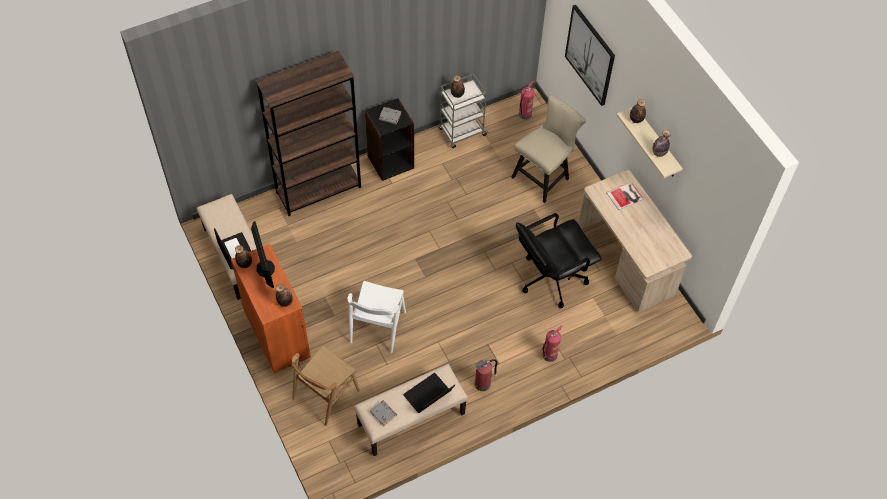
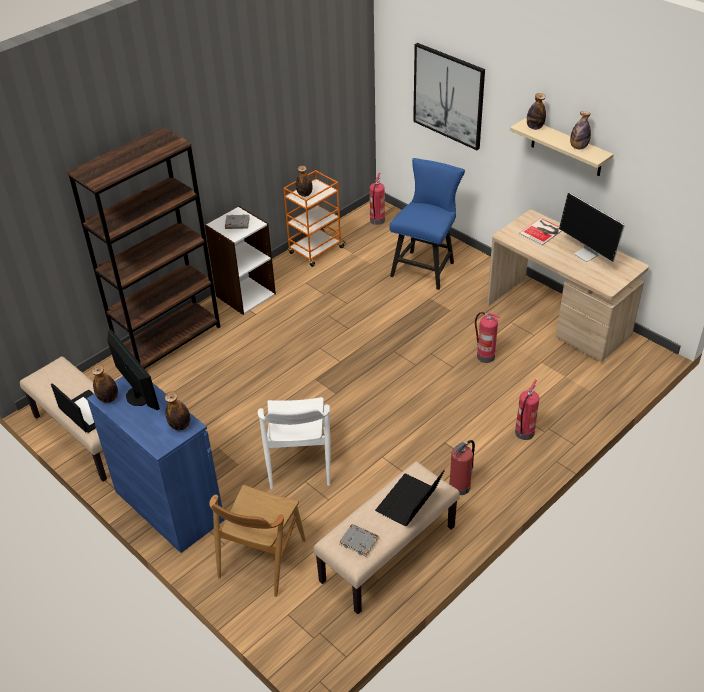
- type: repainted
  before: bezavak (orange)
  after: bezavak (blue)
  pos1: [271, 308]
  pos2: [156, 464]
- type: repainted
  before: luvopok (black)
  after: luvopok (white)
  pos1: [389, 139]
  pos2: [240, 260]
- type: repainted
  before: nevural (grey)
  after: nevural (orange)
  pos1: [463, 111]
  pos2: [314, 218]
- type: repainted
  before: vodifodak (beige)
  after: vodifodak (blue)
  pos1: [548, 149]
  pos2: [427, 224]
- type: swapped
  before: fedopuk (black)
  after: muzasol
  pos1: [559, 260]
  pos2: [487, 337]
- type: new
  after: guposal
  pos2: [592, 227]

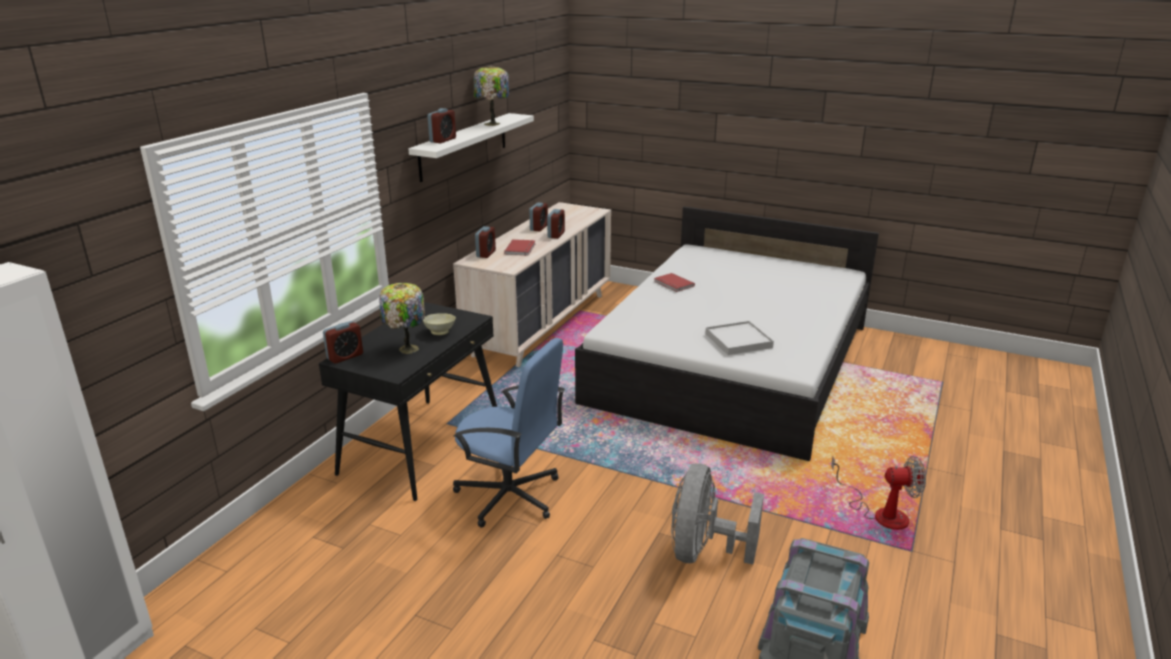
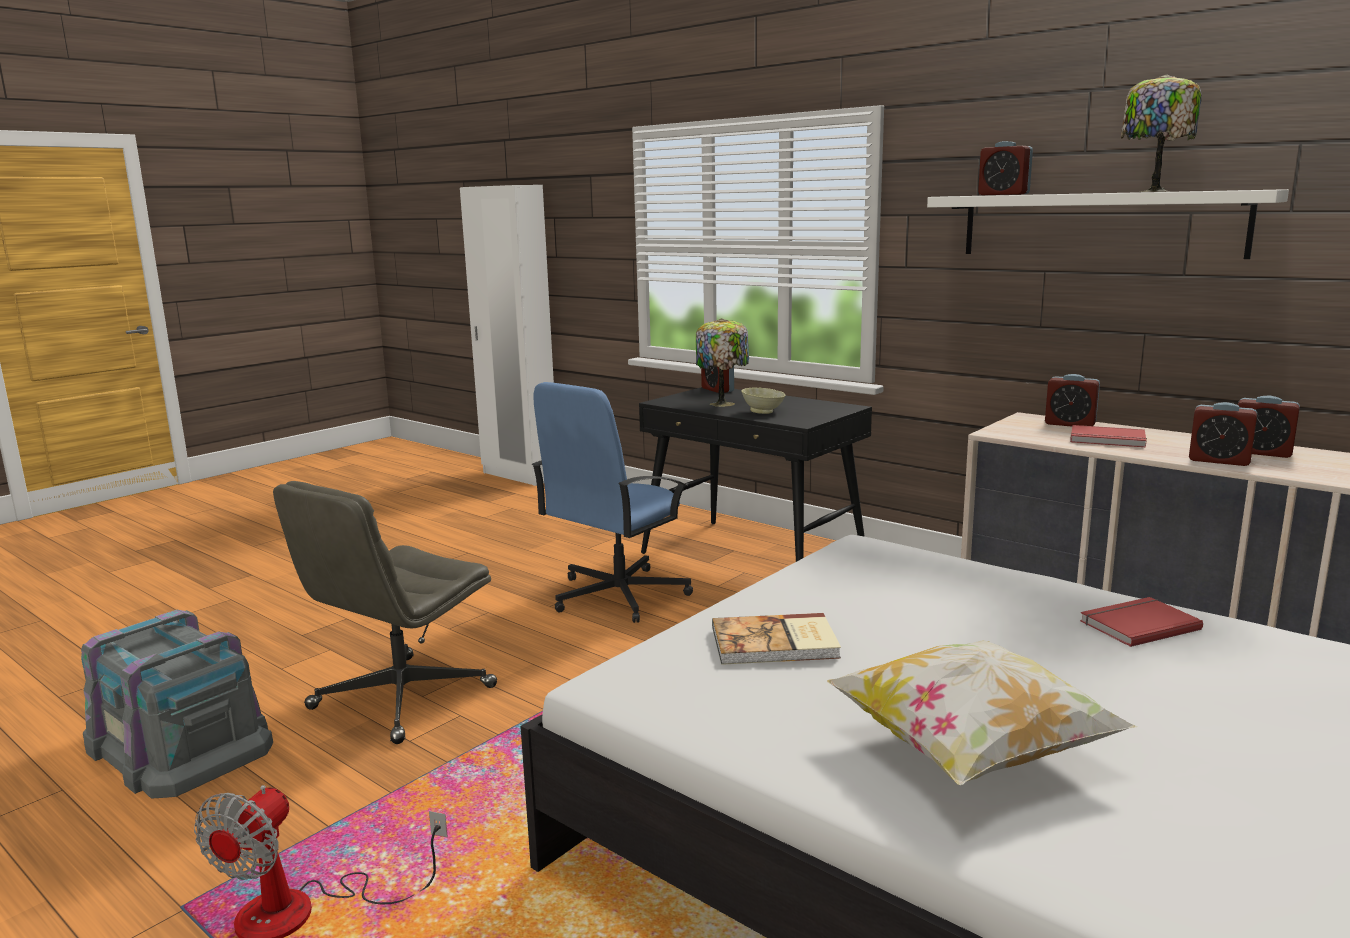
- type: swapped
  before: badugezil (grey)
  after: fedopuk (grey)
  pos1: [717, 513]
  pos2: [385, 612]
- type: swapped
  before: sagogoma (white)
  after: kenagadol
  pos1: [739, 338]
  pos2: [776, 639]
- type: new
  after: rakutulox
  pos2: [982, 712]

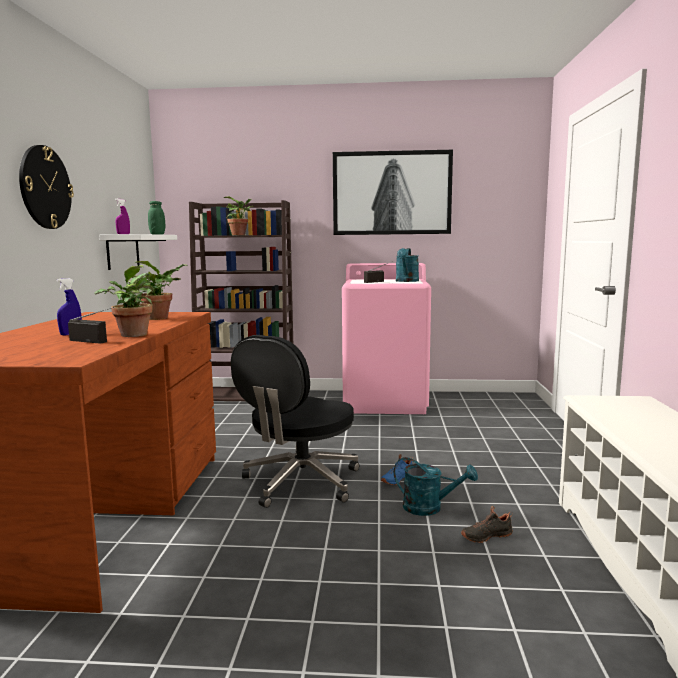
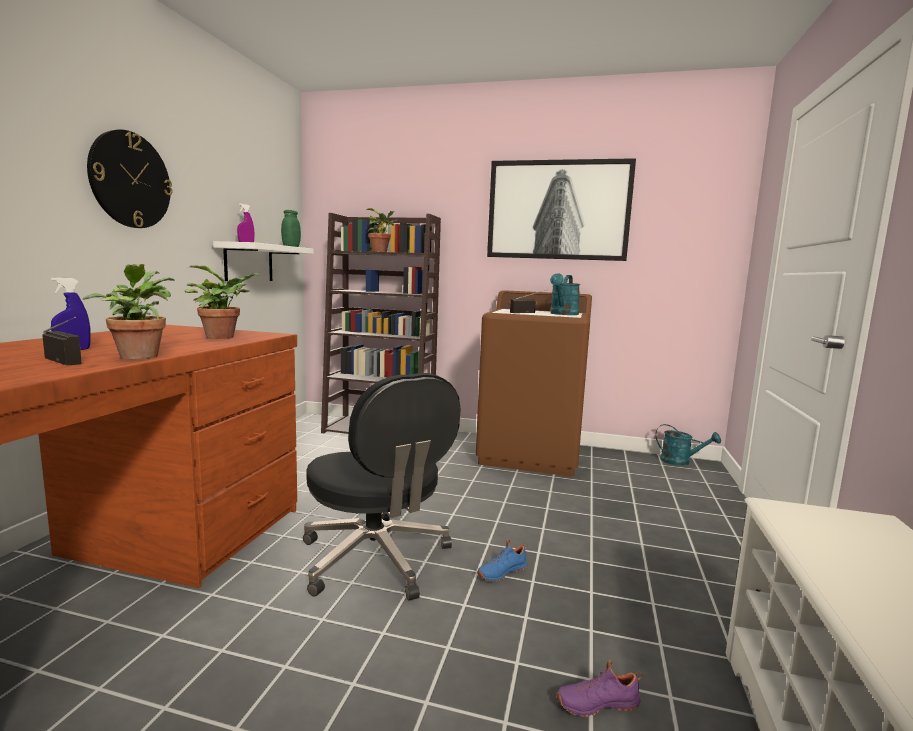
- type: rotated
  before: fedopuk (black)
  pos1: [295, 421]
  pos2: [382, 487]
  turn: -75
- type: repainted
  before: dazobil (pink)
  after: dazobil (brown)
  pos1: [386, 338]
  pos2: [534, 383]
- type: repainted
  before: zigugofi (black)
  after: zigugofi (purple)
  pos1: [487, 524]
  pos2: [599, 688]
- type: shifted
  before: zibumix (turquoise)
  pos1: [436, 486]
  pos2: [688, 445]

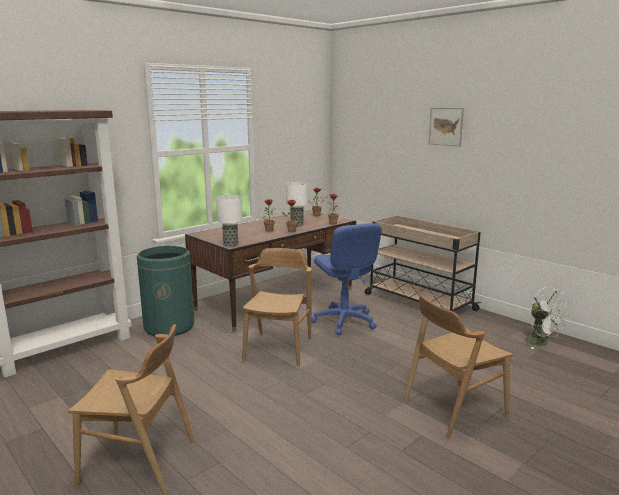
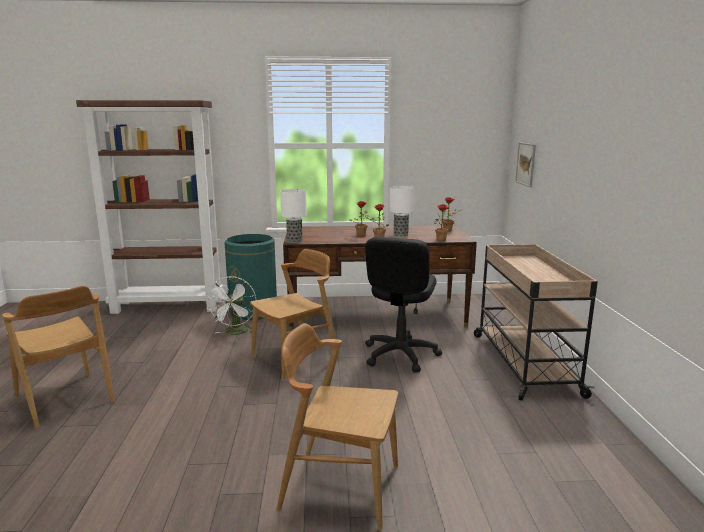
- type: shifted
  before: badugezil (white)
  pos1: [546, 318]
  pos2: [232, 305]
- type: repainted
  before: fedopuk (blue)
  after: fedopuk (black)
  pos1: [346, 279]
  pos2: [403, 305]
- type: shifted
  before: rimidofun
  pos1: [446, 127]
  pos2: [525, 165]

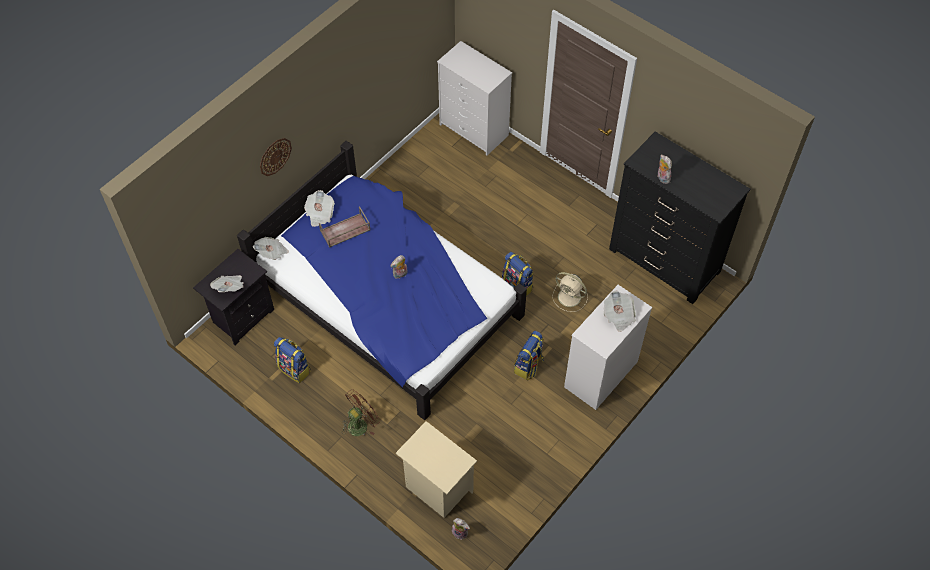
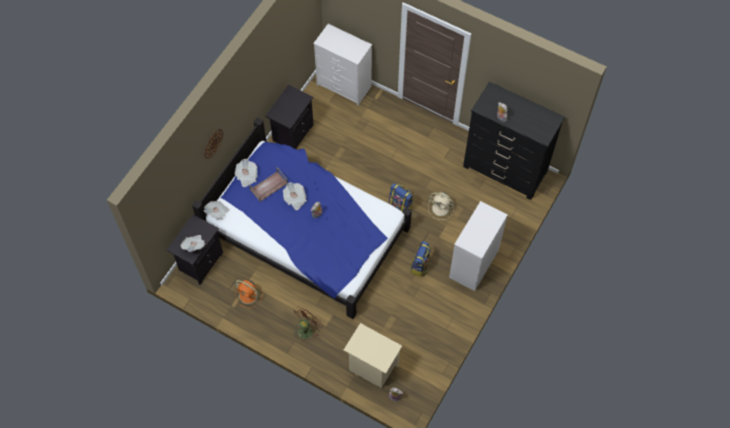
- type: swapped
  before: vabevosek
  after: badugezil (orange)
  pos1: [292, 360]
  pos2: [249, 294]
- type: new
  after: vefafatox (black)
  pos2: [289, 117]
- type: shifted
  before: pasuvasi
  pos1: [620, 311]
  pos2: [295, 196]

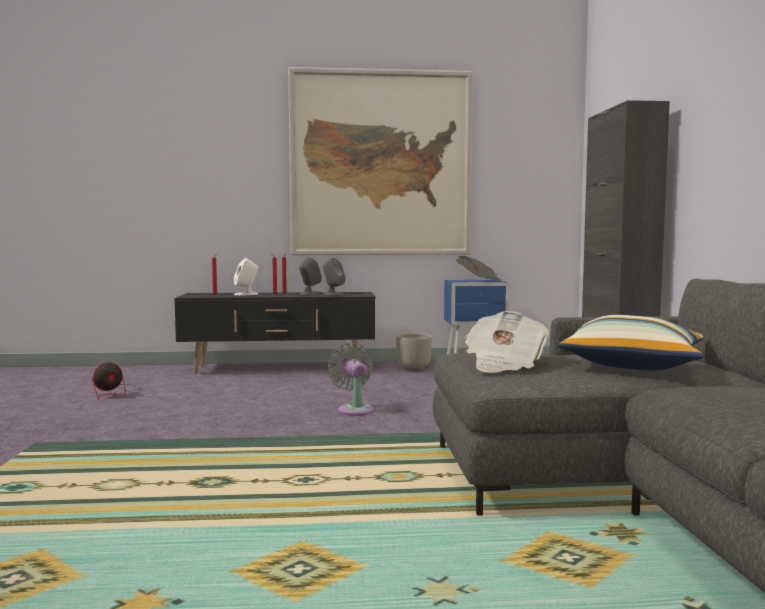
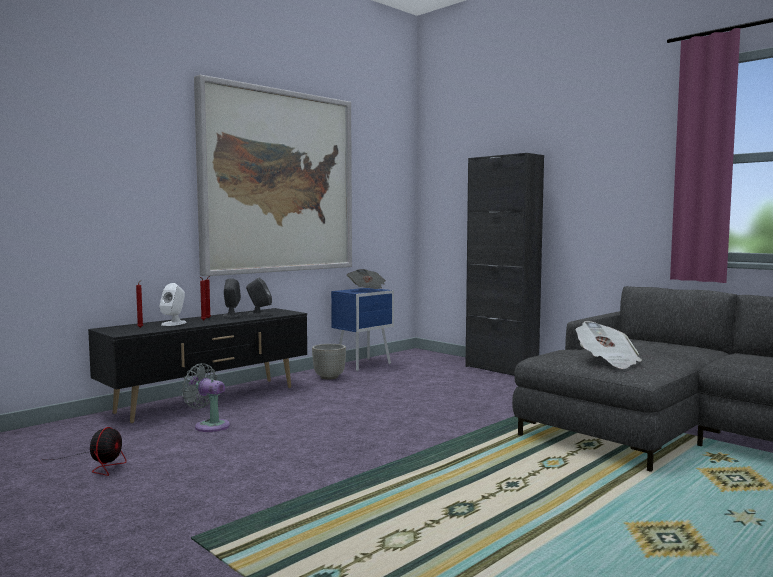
- type: shifted
  before: badugezil (grey)
  pos1: [351, 379]
  pos2: [205, 397]
- type: gone
  before: rakutulox
  pos1: [631, 343]

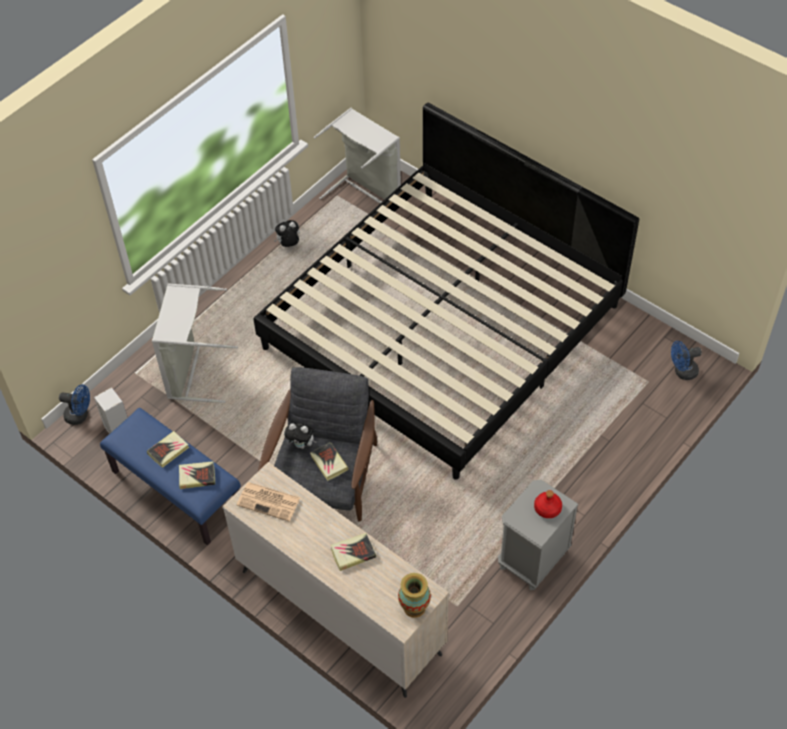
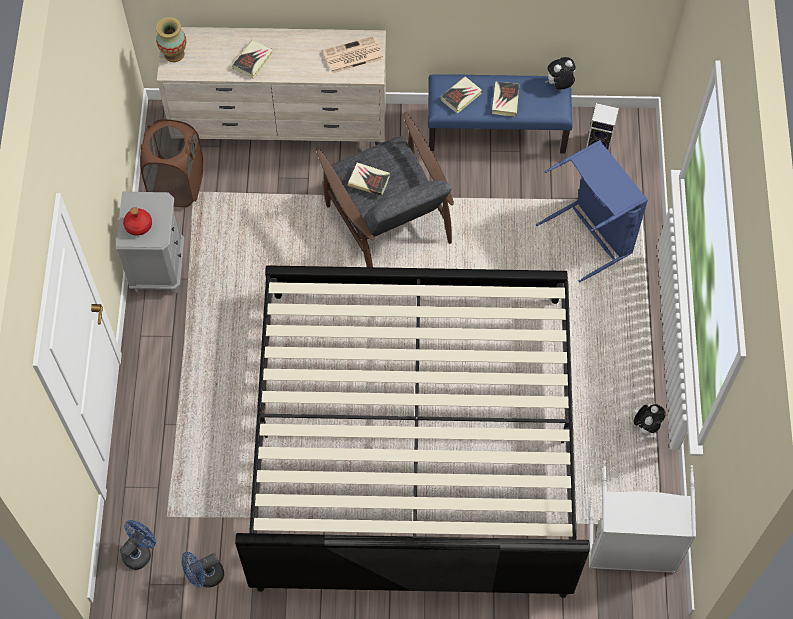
- type: new
  after: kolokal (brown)
  pos2: [171, 163]
- type: shifted
  before: badugezil (blue)
  pos1: [74, 404]
  pos2: [203, 570]
- type: repainted
  before: kolokal (grey)
  after: kolokal (blue)
  pos1: [195, 343]
  pos2: [592, 211]
- type: shifted
  before: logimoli
  pos1: [300, 436]
  pos2: [560, 73]

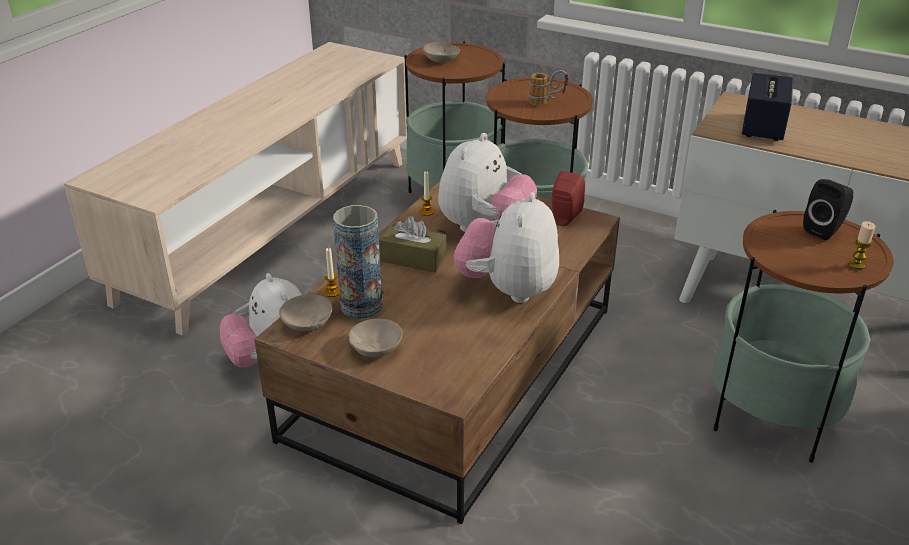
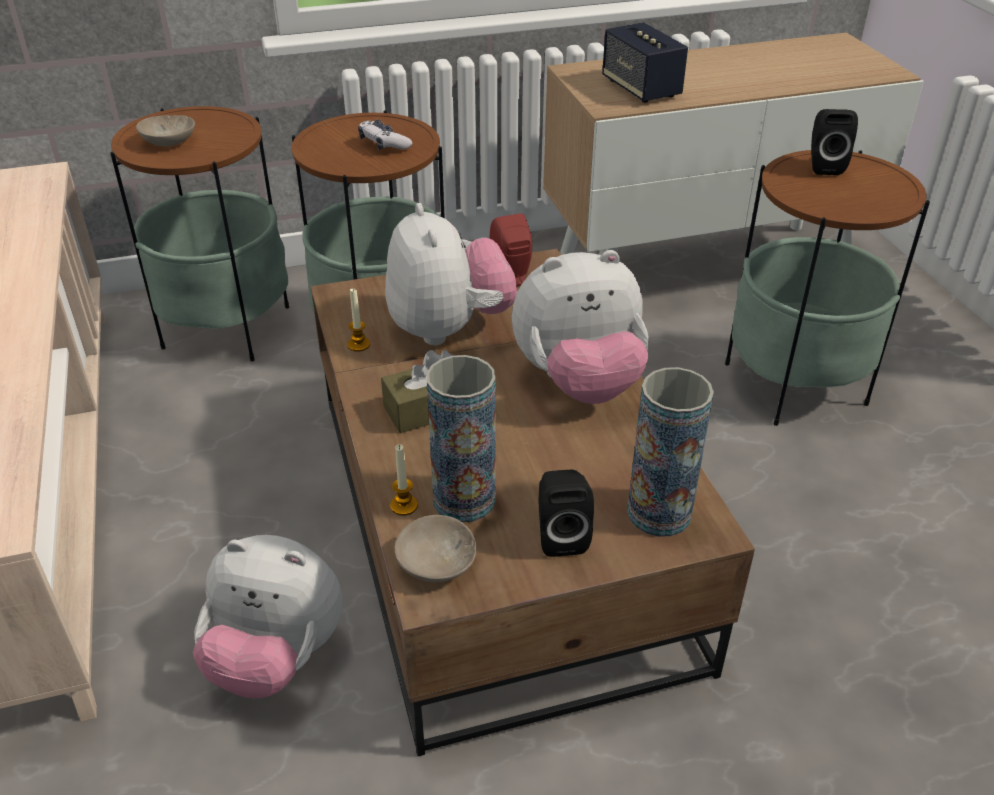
- type: swapped
  before: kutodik
  after: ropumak
  pos1: [548, 87]
  pos2: [385, 134]
- type: rotated
  before: logimoli
  pos1: [506, 247]
  pos2: [580, 327]
  turn: -75
- type: swapped
  before: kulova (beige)
  after: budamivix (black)
  pos1: [376, 338]
  pos2: [566, 513]
- type: new
  after: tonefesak
  pos2: [670, 452]
- type: gone
  before: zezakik
  pos1: [862, 245]

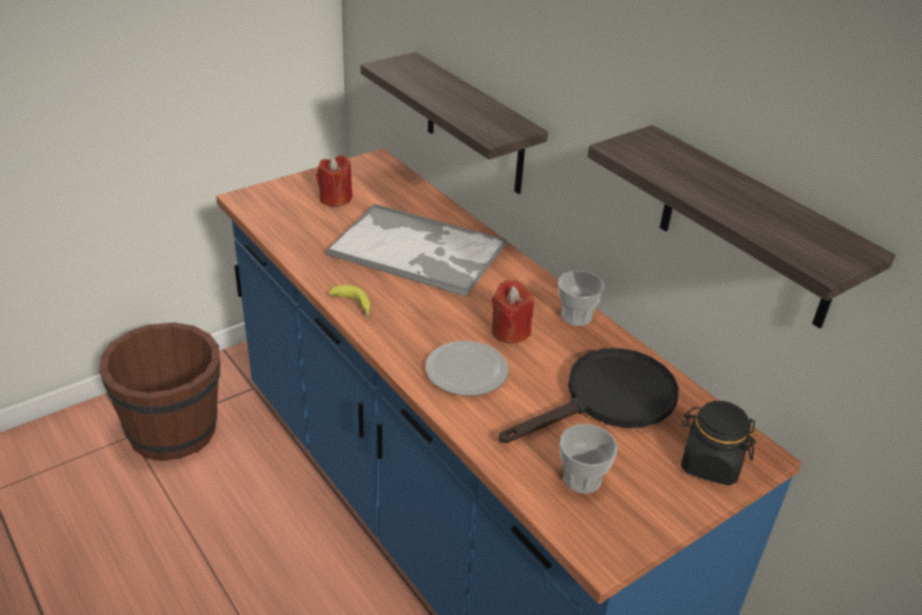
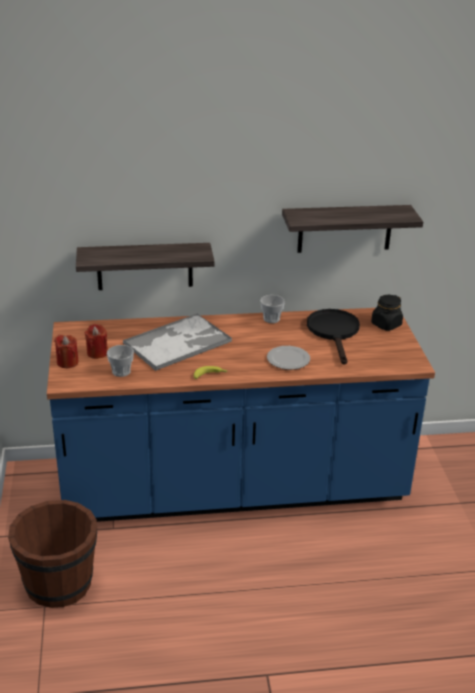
- type: shifted
  before: zezakik (red)
  pos1: [513, 312]
  pos2: [67, 351]
- type: shifted
  before: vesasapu
  pos1: [589, 459]
  pos2: [120, 361]

